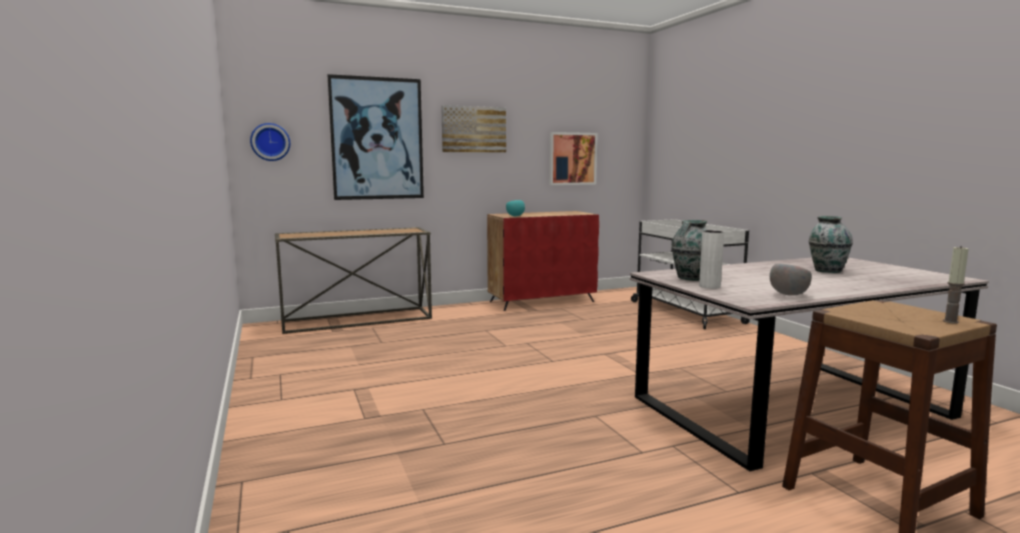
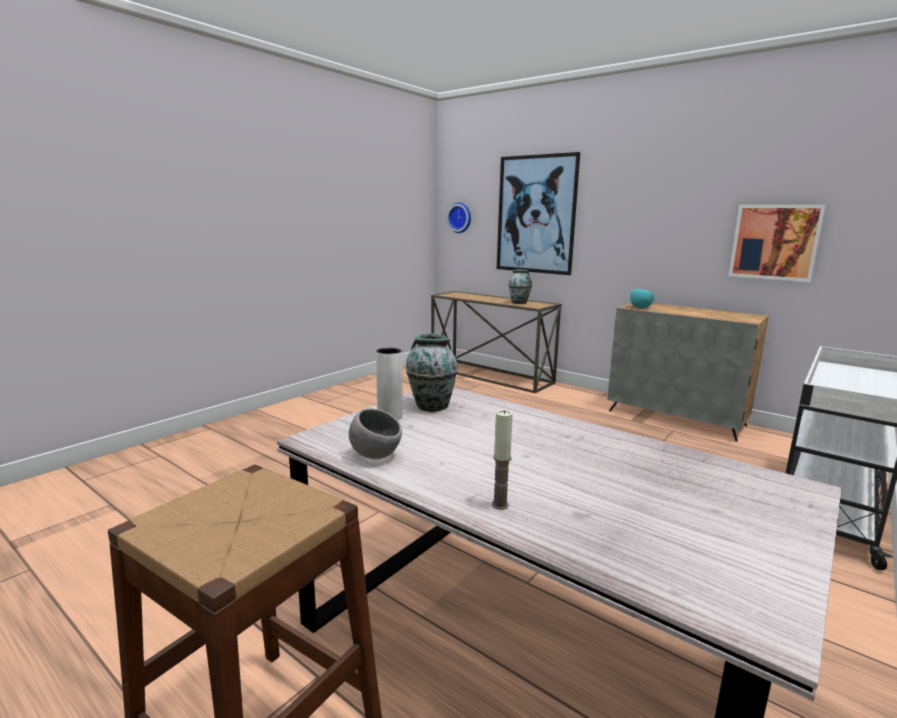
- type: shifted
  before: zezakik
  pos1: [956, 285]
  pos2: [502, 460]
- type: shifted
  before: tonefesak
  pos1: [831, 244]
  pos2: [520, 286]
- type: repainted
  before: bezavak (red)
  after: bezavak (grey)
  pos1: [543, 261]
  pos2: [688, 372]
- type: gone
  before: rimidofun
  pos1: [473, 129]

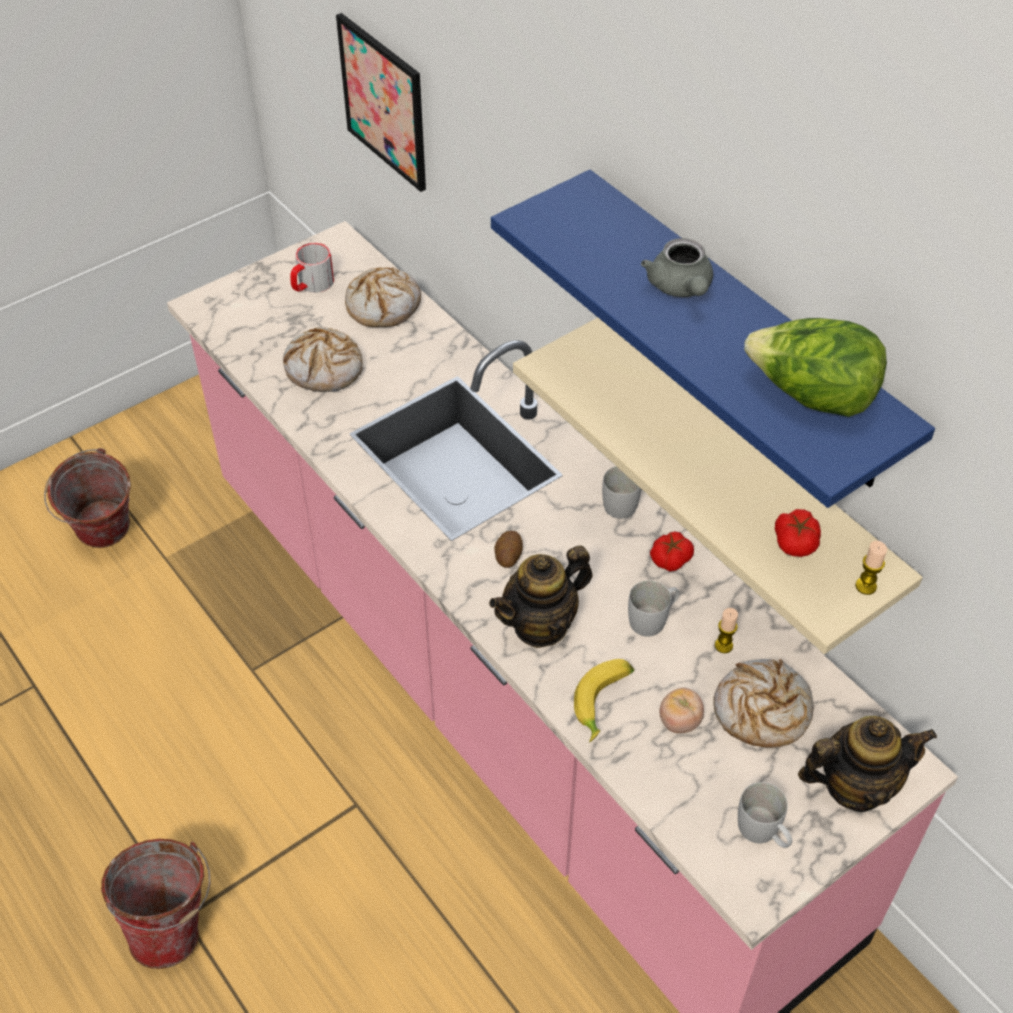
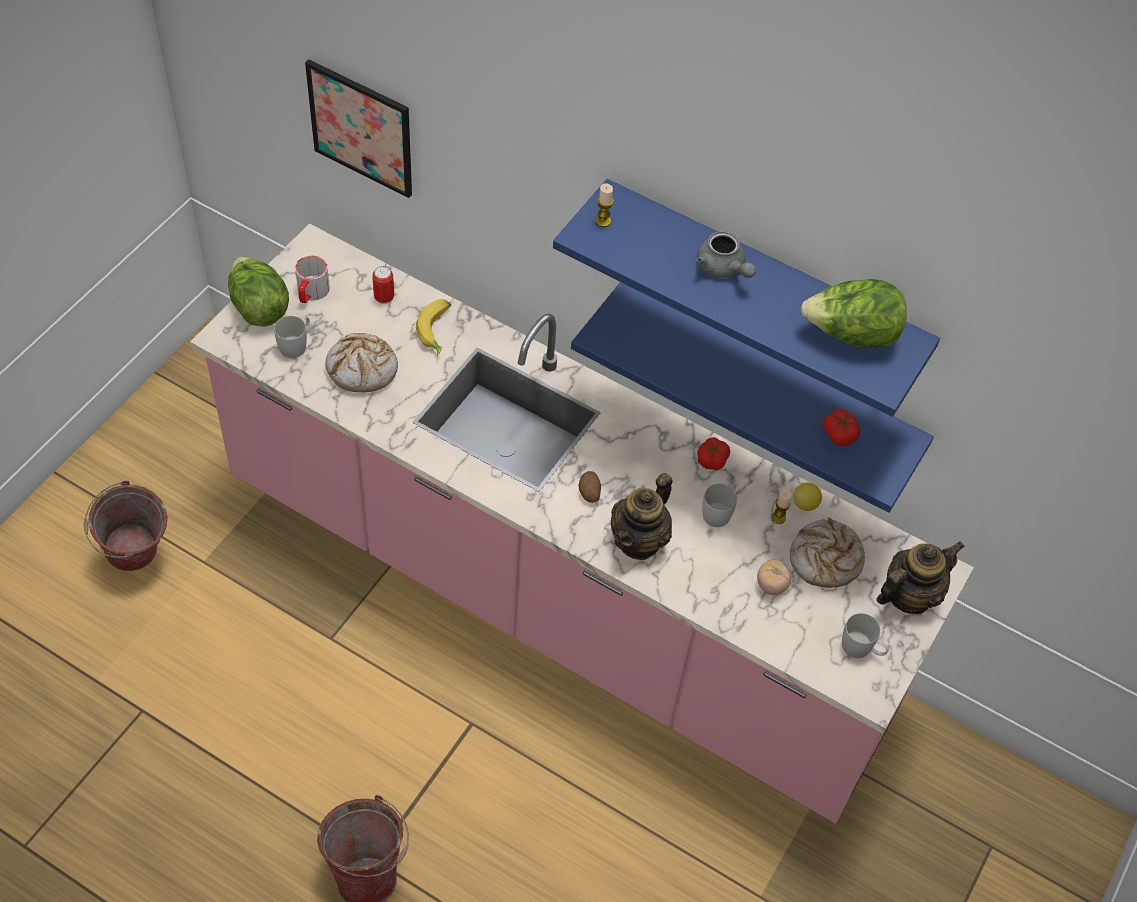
- type: new
  after: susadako
  pos2: [258, 291]
- type: shifted
  before: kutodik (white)
  pos1: [622, 492]
  pos2: [292, 337]
- type: swapped
  before: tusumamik
  after: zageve
  pos1: [383, 297]
  pos2: [383, 285]
- type: shifted
  before: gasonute
  pos1: [604, 700]
  pos2: [433, 327]
- type: repainted
  before: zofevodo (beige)
  after: zofevodo (blue)
  pos1: [718, 486]
  pos2: [752, 397]
- type: shifted
  before: zezakik
  pos1: [871, 568]
  pos2: [605, 205]
- type: new
  after: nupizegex
  pos2: [807, 497]

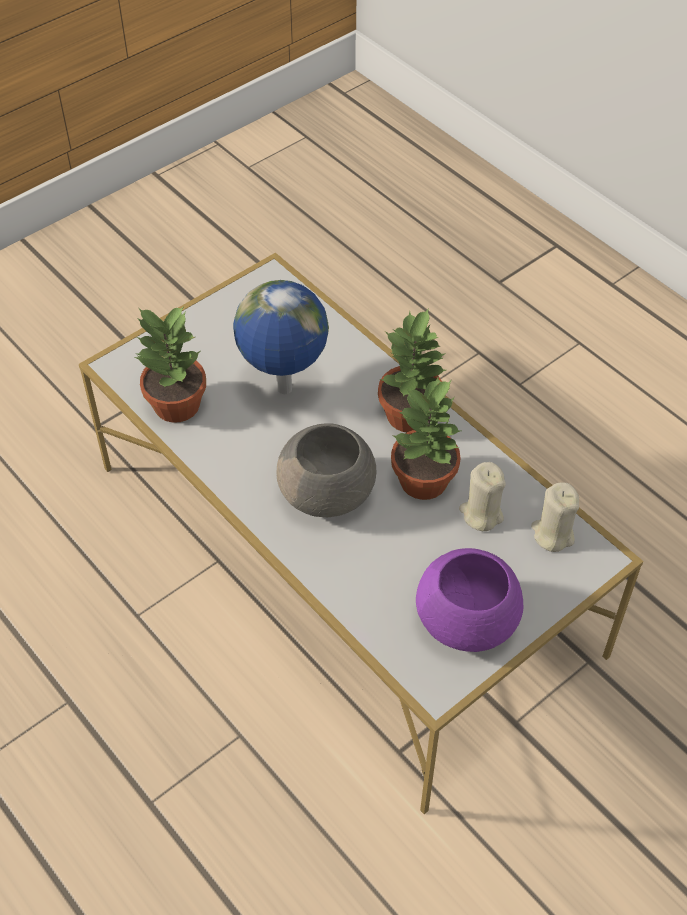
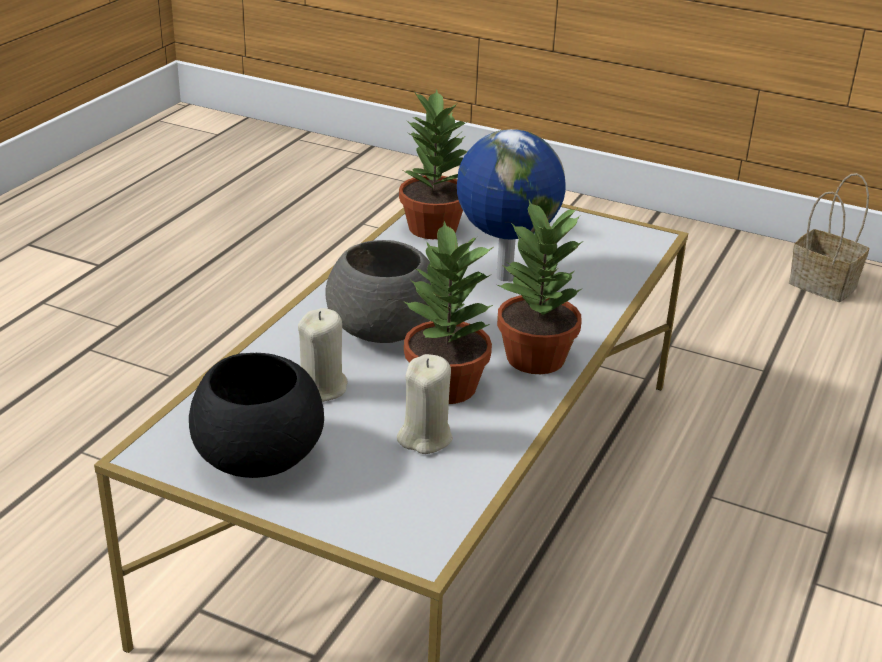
- type: repainted
  before: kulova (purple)
  after: kulova (black)
  pos1: [469, 600]
  pos2: [256, 415]
- type: shifted
  before: zezakik (beige)
  pos1: [555, 517]
  pos2: [323, 355]
- type: new
  after: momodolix
  pos2: [829, 237]

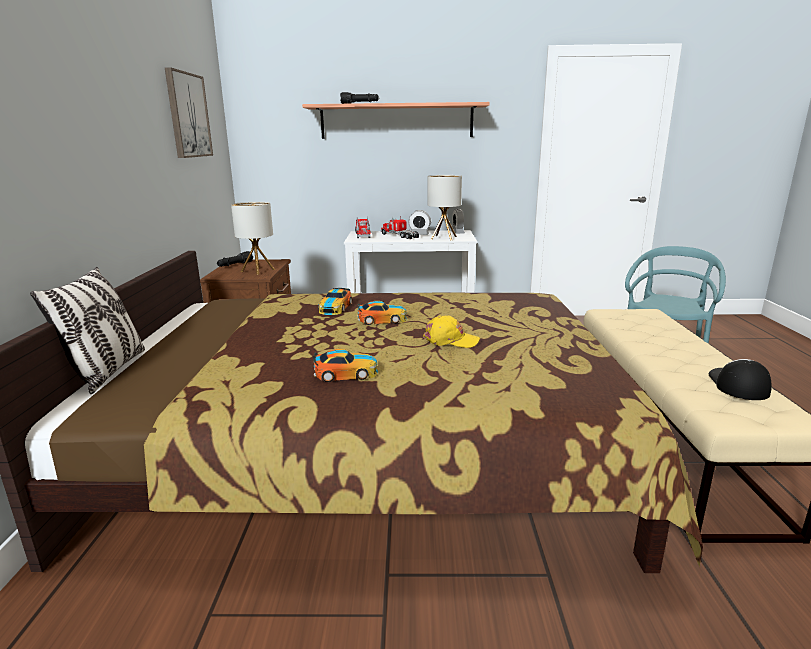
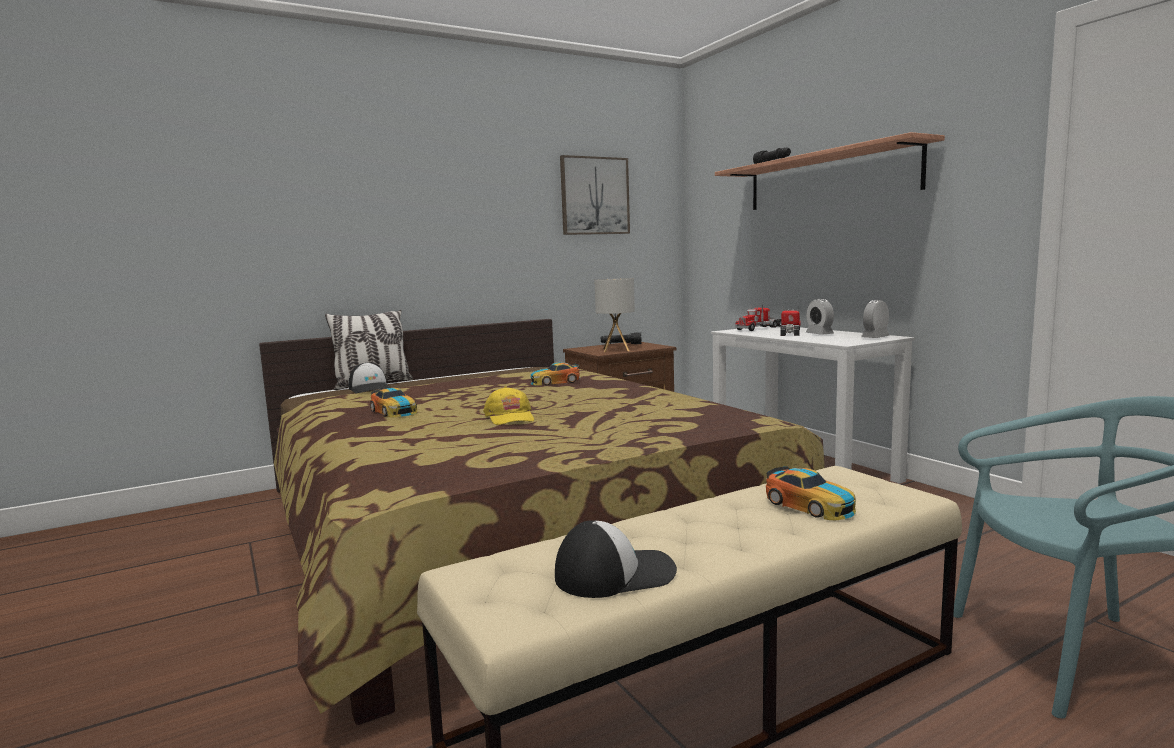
- type: new
  after: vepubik
  pos2: [369, 378]
- type: shifted
  before: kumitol
  pos1: [382, 313]
  pos2: [811, 493]
- type: gone
  before: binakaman
  pos1: [444, 208]

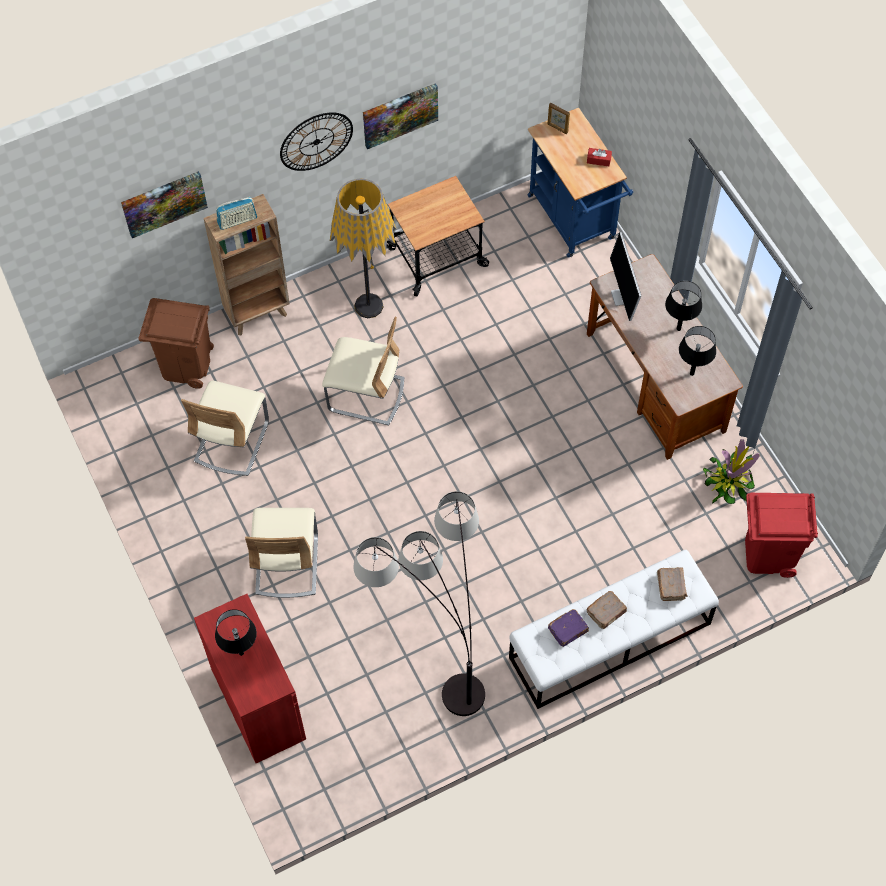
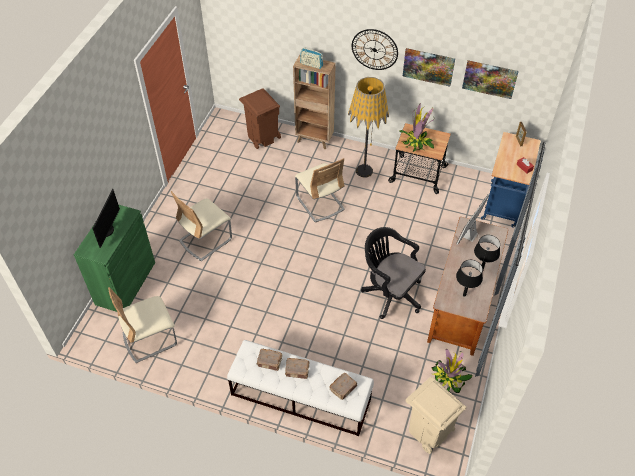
- type: repainted
  before: bezavak (red)
  after: bezavak (green)
  pos1: [250, 678]
  pos2: [114, 258]
- type: swapped
  before: binakaman (black)
  after: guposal
  pos1: [236, 632]
  pos2: [106, 218]
- type: shifted
  before: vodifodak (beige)
  pos1: [225, 428]
  pos2: [142, 325]
- type: repainted
  before: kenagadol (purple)
  after: kenagadol (brown)
  pos1: [568, 628]
  pos2: [269, 359]
- type: new
  after: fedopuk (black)
  pos2: [393, 273]
- type: new
  after: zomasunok
  pos2: [417, 127]
- type: repainted
  before: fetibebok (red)
  after: fetibebok (beige)
  pos1: [781, 535]
  pos2: [436, 415]
- type: shifted
  before: rimidofun
  pos1: [164, 204]
  pos2: [490, 79]
- type: gone
  before: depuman
  pos1: [419, 603]

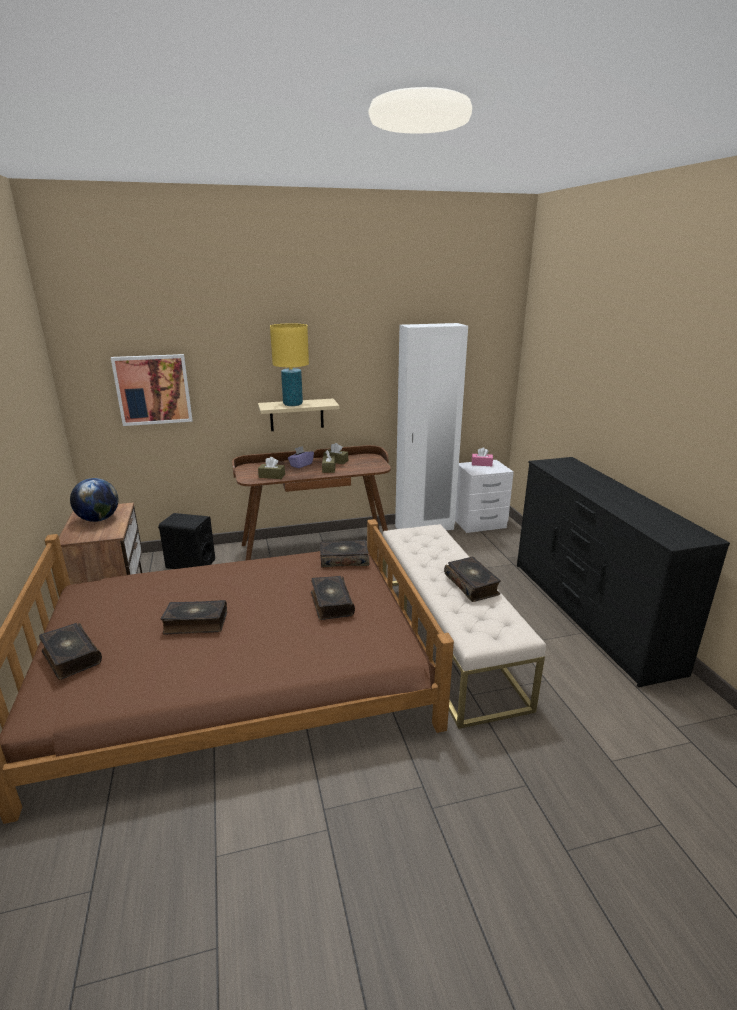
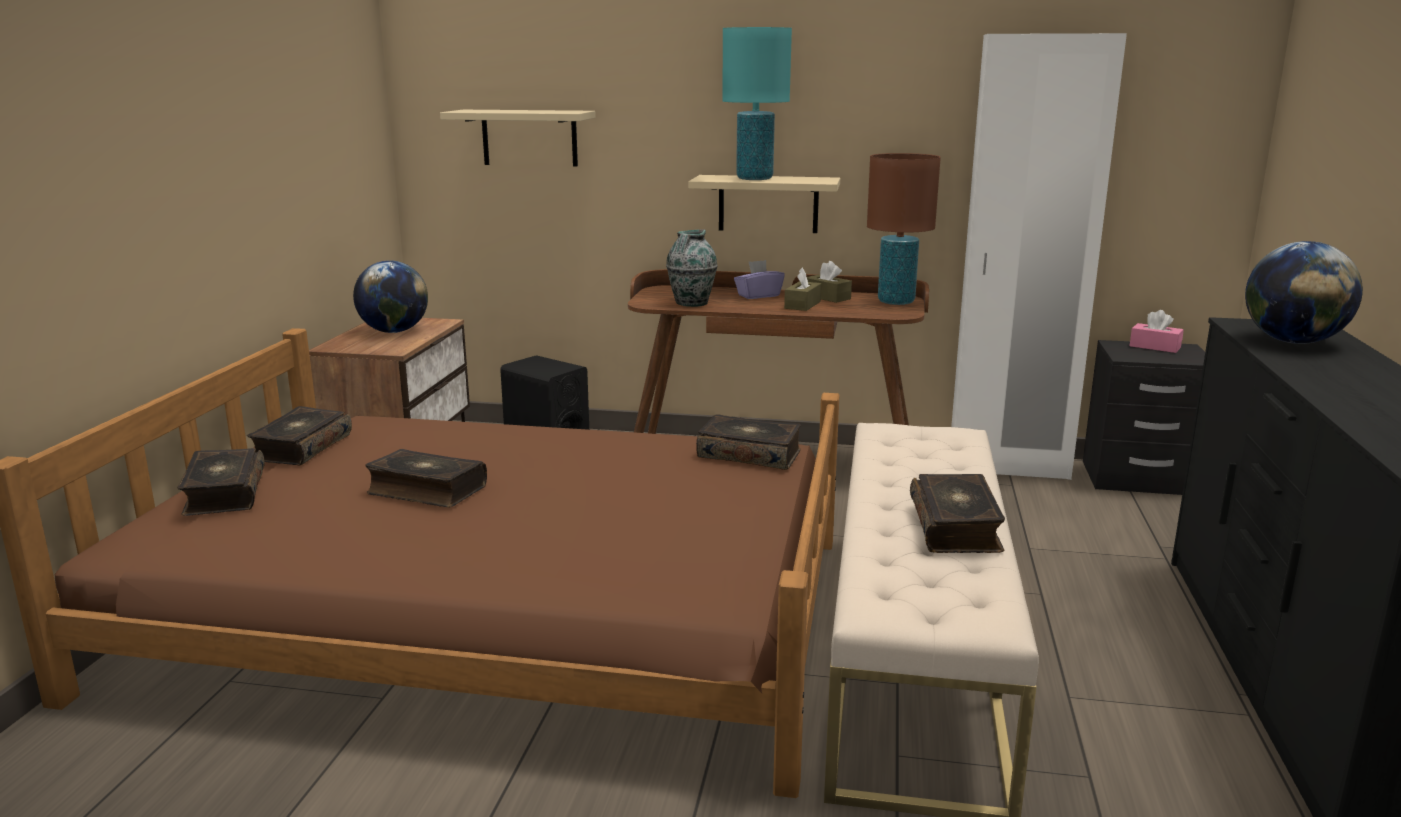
- type: shifted
  before: kenagadol
  pos1: [333, 598]
  pos2: [299, 435]
- type: swapped
  before: rimidofun
  after: zofevodo (beige)
  pos1: [152, 390]
  pos2: [518, 138]
- type: swapped
  before: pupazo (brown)
  after: tonefesak
  pos1: [271, 468]
  pos2: [692, 268]
- type: repainted
  before: binakaman (yellow)
  after: binakaman (turquoise)
  pos1: [289, 364]
  pos2: [757, 103]
- type: new
  after: binakaman (brown)
  pos2: [904, 229]
- type: repainted
  before: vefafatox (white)
  after: vefafatox (black)
  pos1: [484, 496]
  pos2: [1144, 417]
- type: new
  after: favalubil
  pos2: [1304, 292]

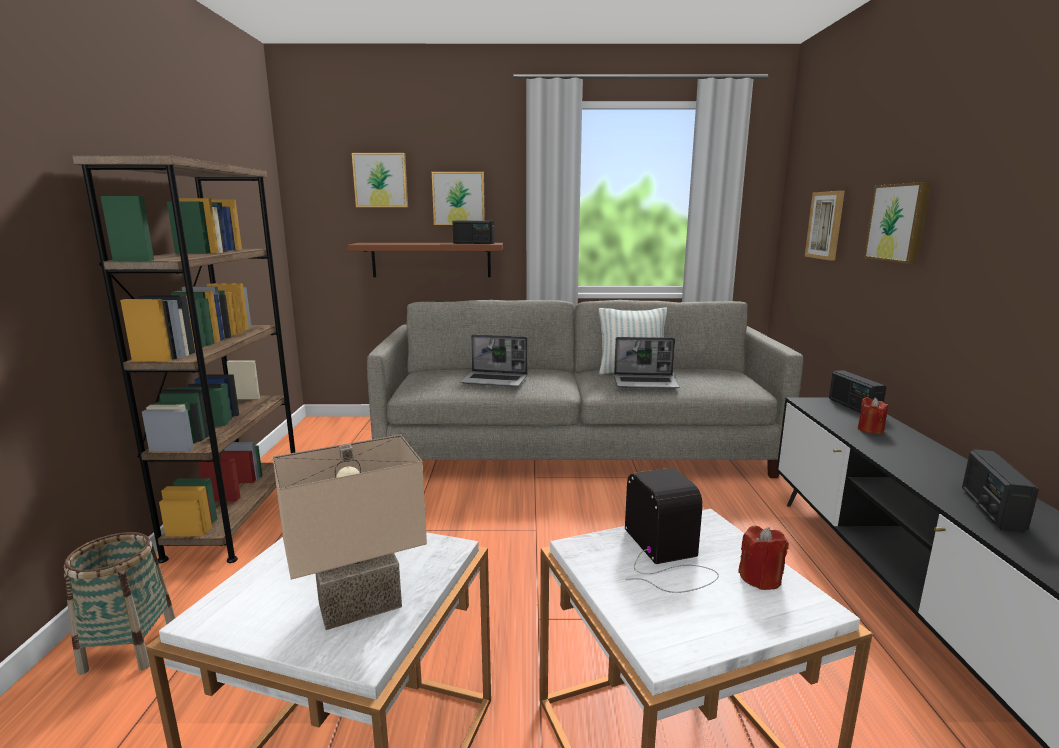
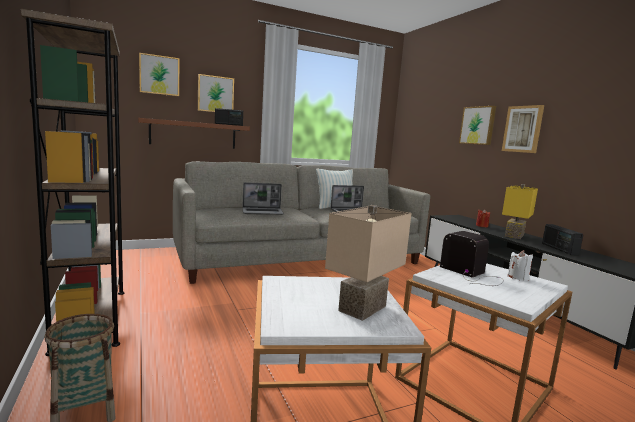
- type: shifted
  before: rimidofun
  pos1: [825, 225]
  pos2: [523, 129]
- type: new
  after: binakaman (yellow)
  pos2: [520, 211]
- type: repainted
  before: zezakik (red)
  after: zezakik (white)
  pos1: [763, 558]
  pos2: [520, 265]
- type: gone
  before: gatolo
  pos1: [857, 391]

